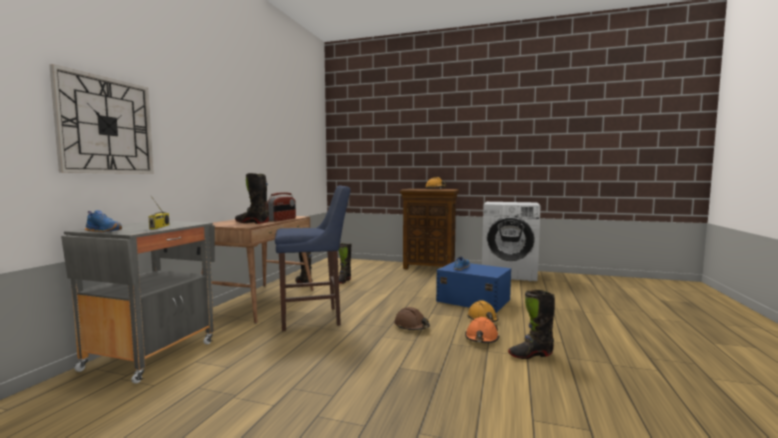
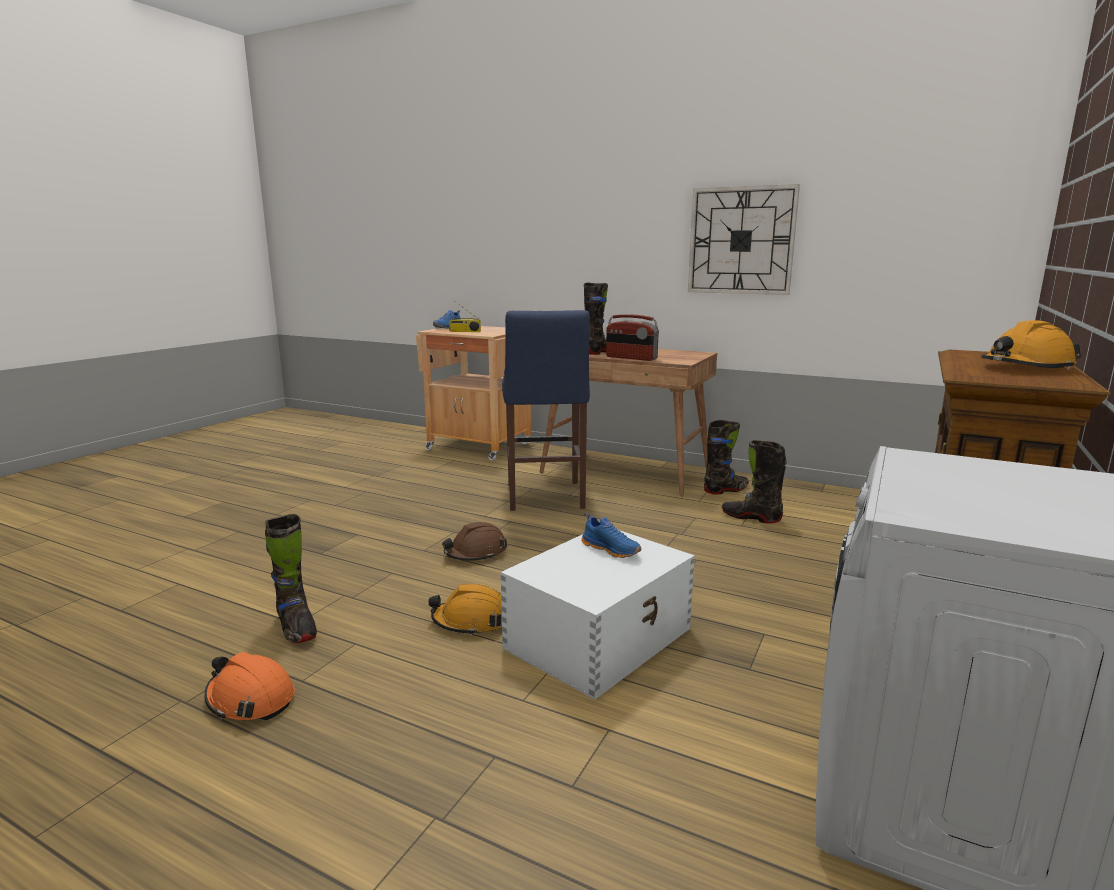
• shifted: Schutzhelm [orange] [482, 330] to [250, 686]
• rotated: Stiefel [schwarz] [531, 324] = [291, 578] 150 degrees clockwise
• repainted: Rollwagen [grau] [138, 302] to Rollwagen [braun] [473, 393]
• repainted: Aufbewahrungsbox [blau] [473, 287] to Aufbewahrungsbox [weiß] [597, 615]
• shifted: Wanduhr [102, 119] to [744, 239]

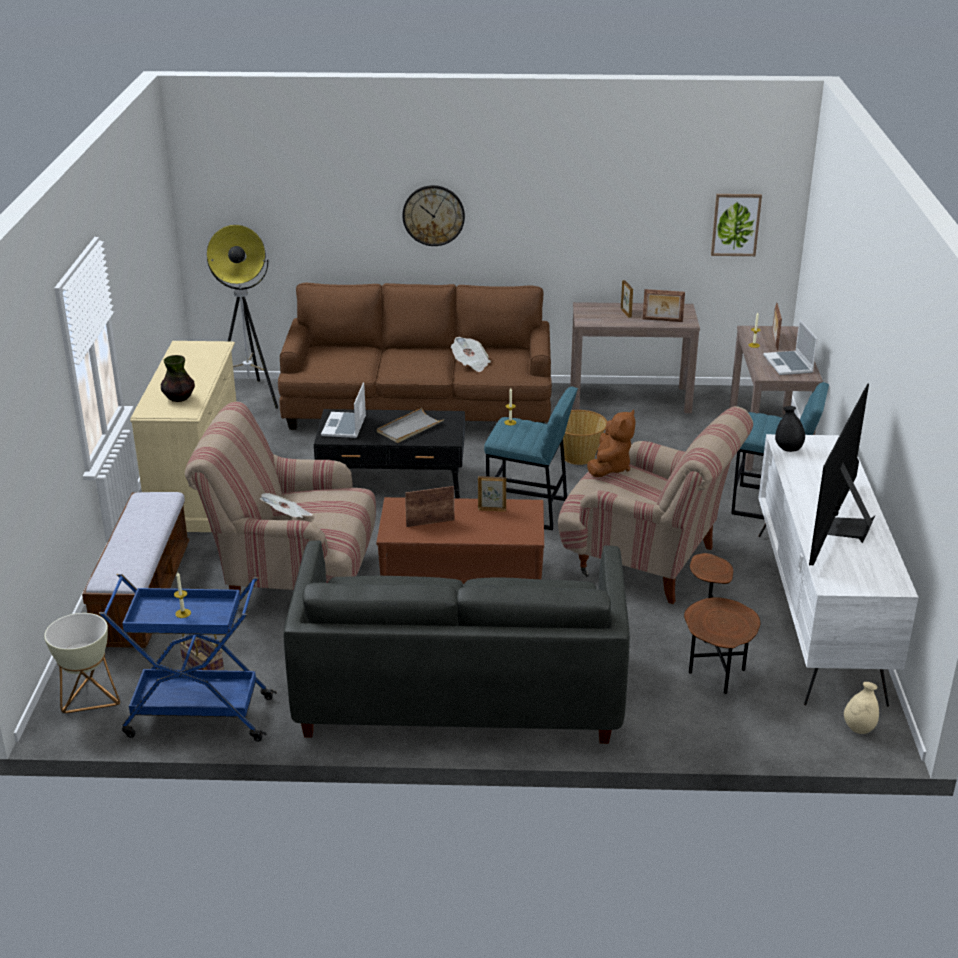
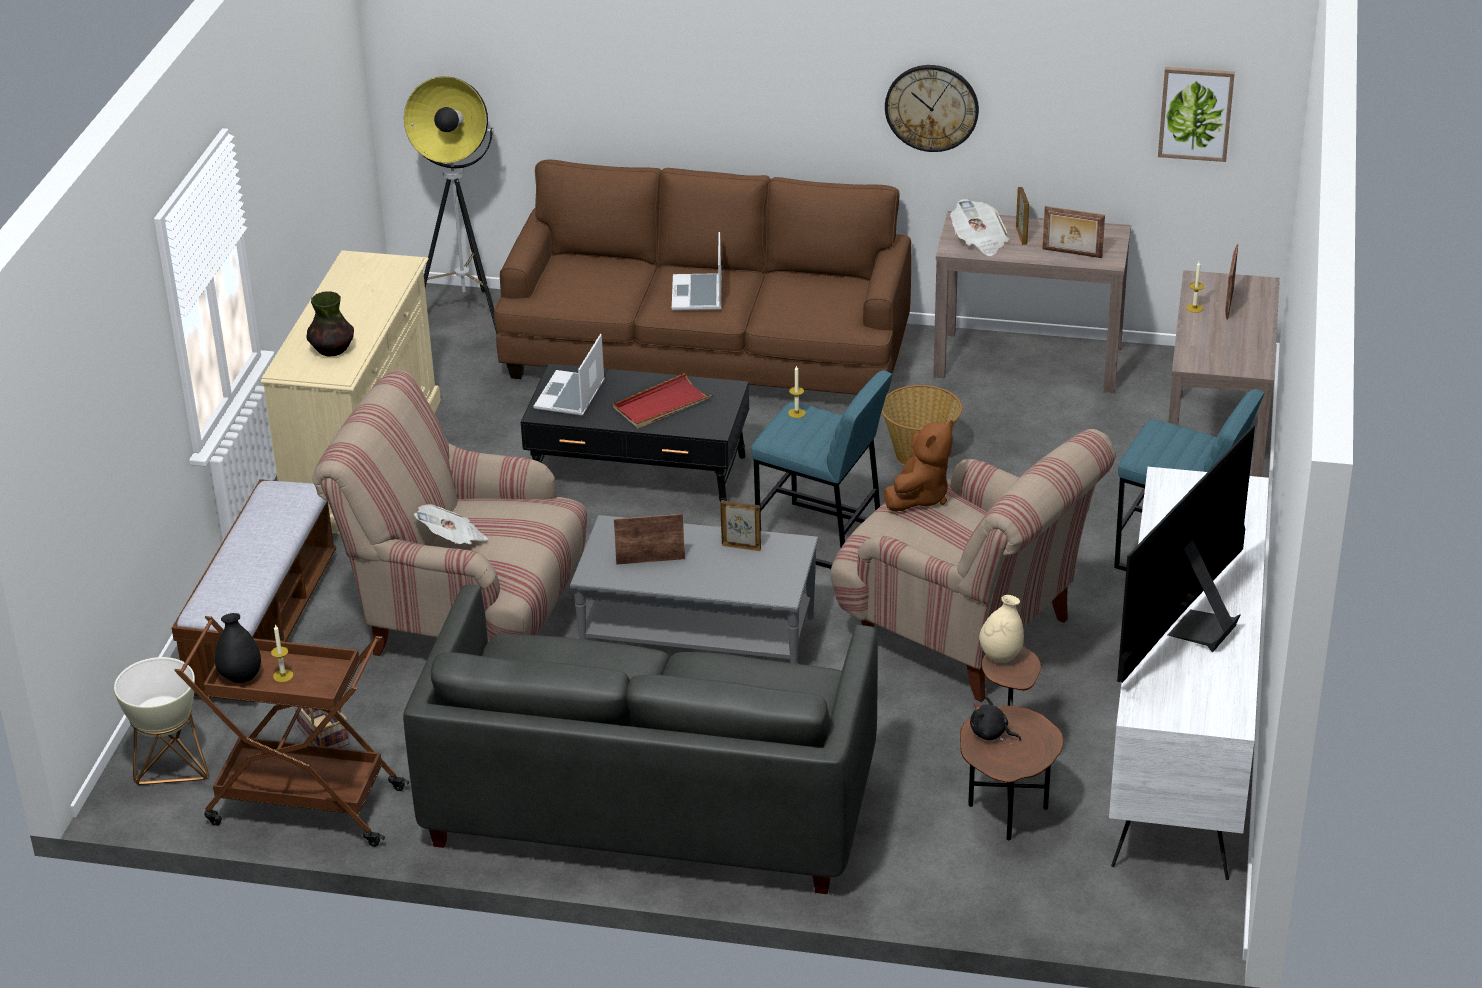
• repainted: Rollwagen [blau] [188, 658] to Rollwagen [braun] [292, 731]
• shifted: Vase [schwarz] [790, 429] to [238, 648]
• repainted: Couchtisch [braun] [460, 540] to Couchtisch [grau] [694, 589]
• repainted: Tablett [grau] [410, 425] to Tablett [rot] [663, 400]
• shifted: Laptop [790, 347] to [697, 271]
• shifted: Wanduhr [433, 215] to [932, 108]
• shifted: Zeitung [471, 354] to [979, 227]
• new: Plüschtier [schwarz] [995, 719]
• shifted: Vase [beige] [861, 708] to [1001, 629]

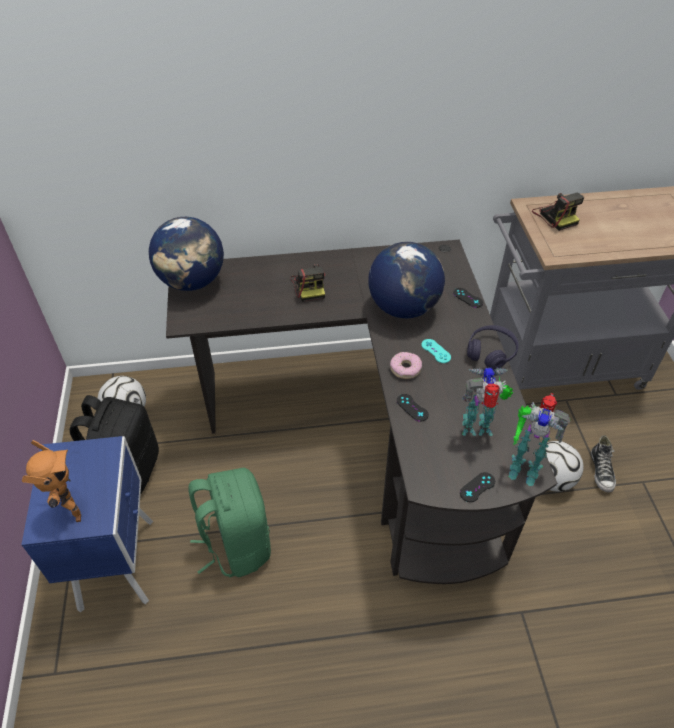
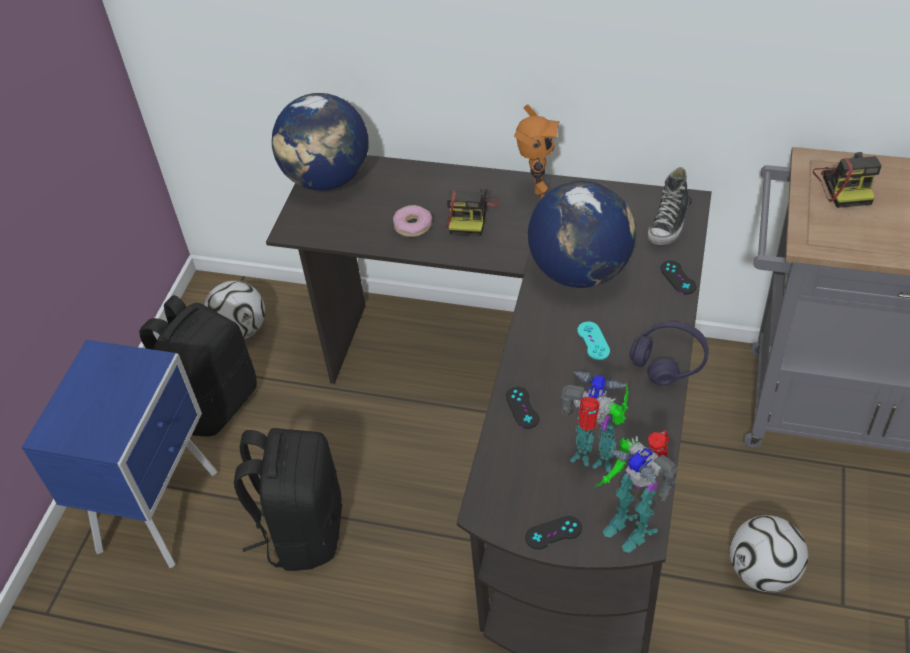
• repainted: Rucksack [grün] [229, 523] to Rucksack [schwarz] [288, 499]
• shifted: Donut [406, 365] to [412, 221]
• shifted: Spielzeugroboter [51, 481] to [536, 151]
• shifted: Schuh [603, 463] to [668, 206]

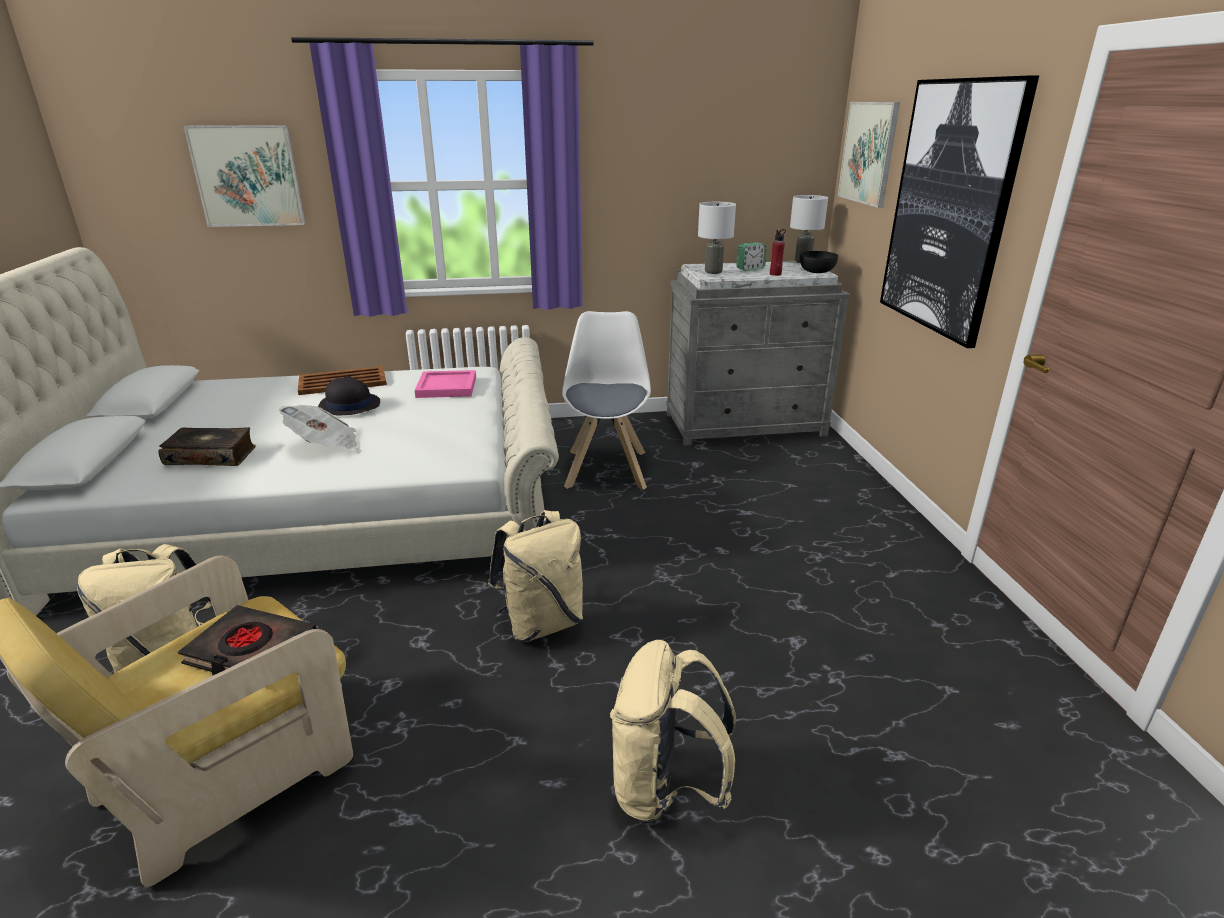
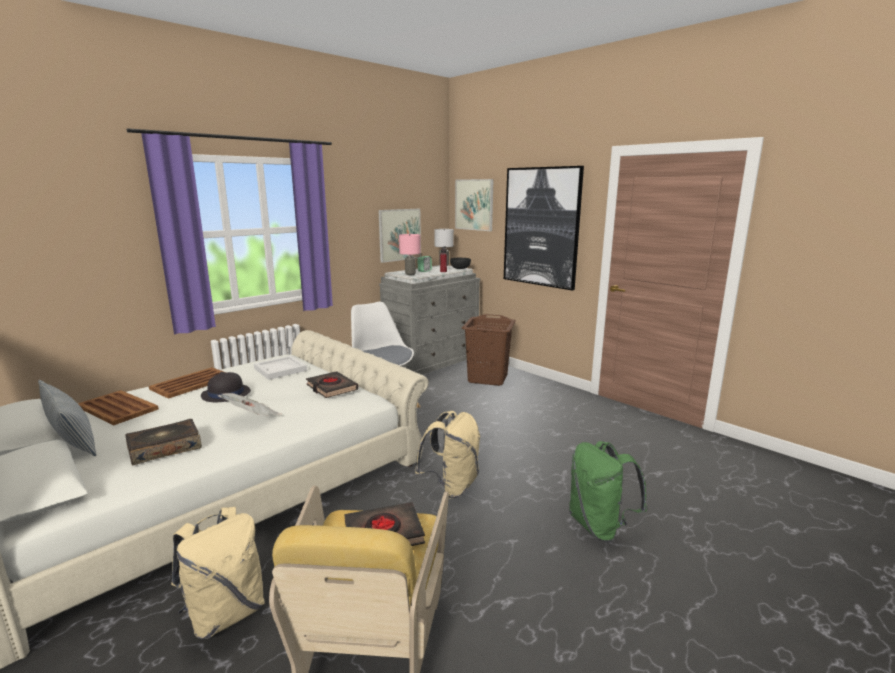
• new: Kissen [67, 418]
• new: Tablett [braun] [118, 407]
• repainted: Tablett [rosa] [445, 384] to Tablett [weiß] [280, 368]
• new: Buch [schwarz] [332, 384]
• shifted: Bild [244, 176] to [399, 236]
• repainted: Tischlampe [weiß] [717, 238] to Tischlampe [rosa] [410, 254]
• new: Wäschekorb [braun] [489, 350]
• repainted: Rucksack [beige] [673, 731] to Rucksack [grün] [608, 491]

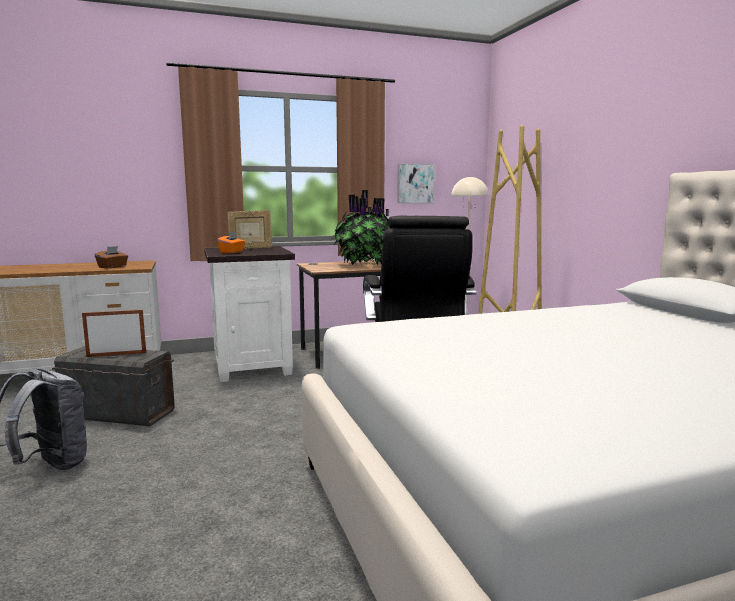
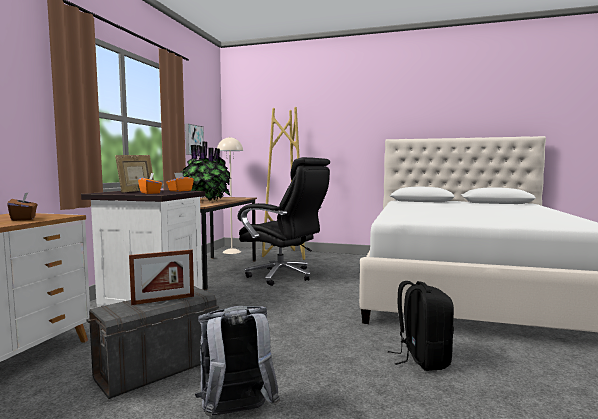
• rotated: Bilderrahmen [114, 333] = [161, 277] 135 degrees counterclockwise
• new: Taschentuchbox [orange] [180, 182]
• new: Rucksack [schwarz] [421, 326]

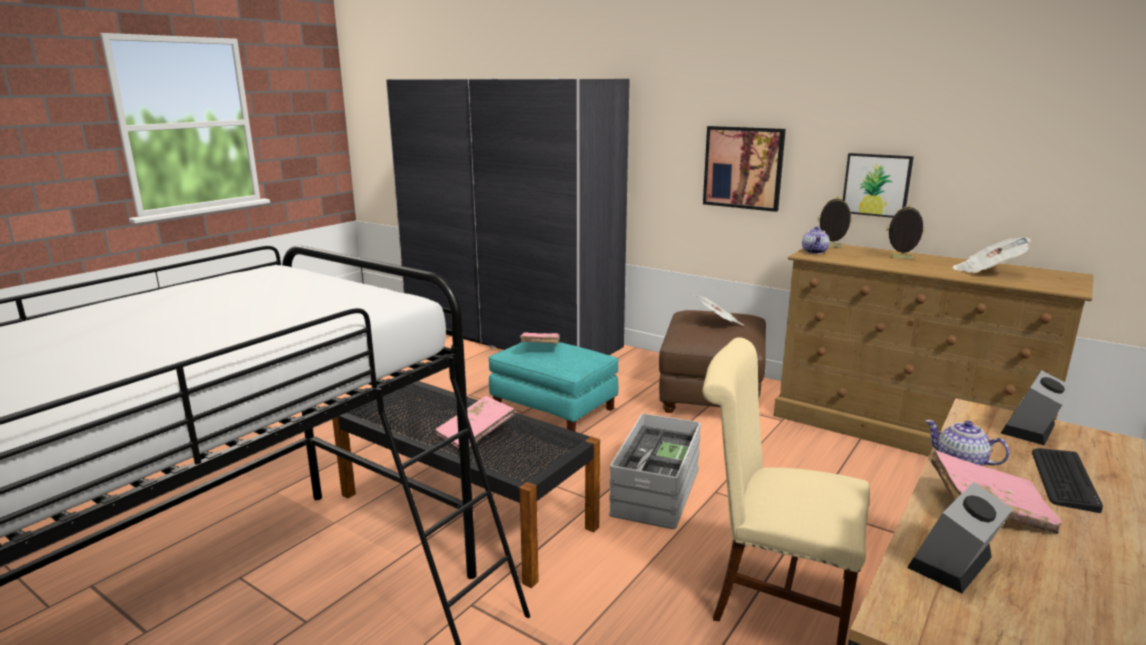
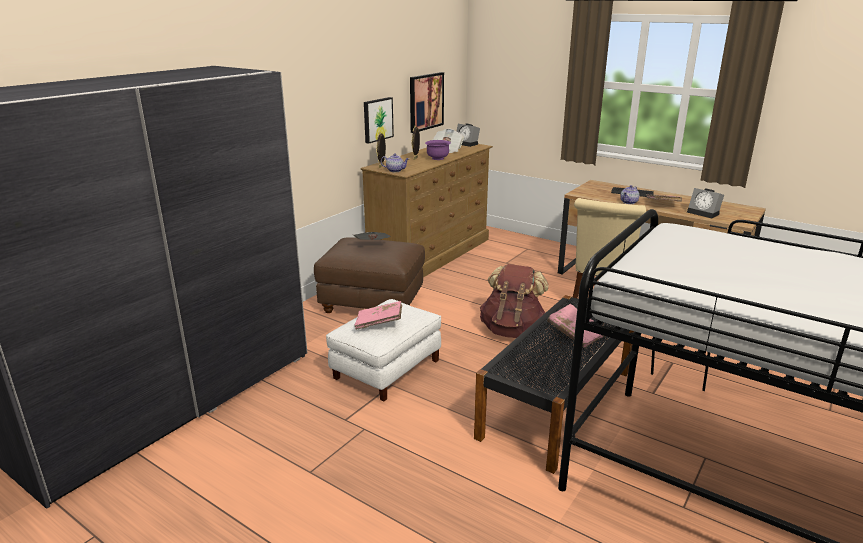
• repainted: Polsterhocker [türkis] [553, 387] to Polsterhocker [weiß] [383, 350]
• shifted: Bild [744, 169] to [427, 102]
• new: Schüssel [lila] [438, 150]
• shifted: Wecker [1036, 407] to [468, 135]
• swapped: Aufbewahrungsbox [grau] [655, 471] to Rucksack [braun] [514, 301]

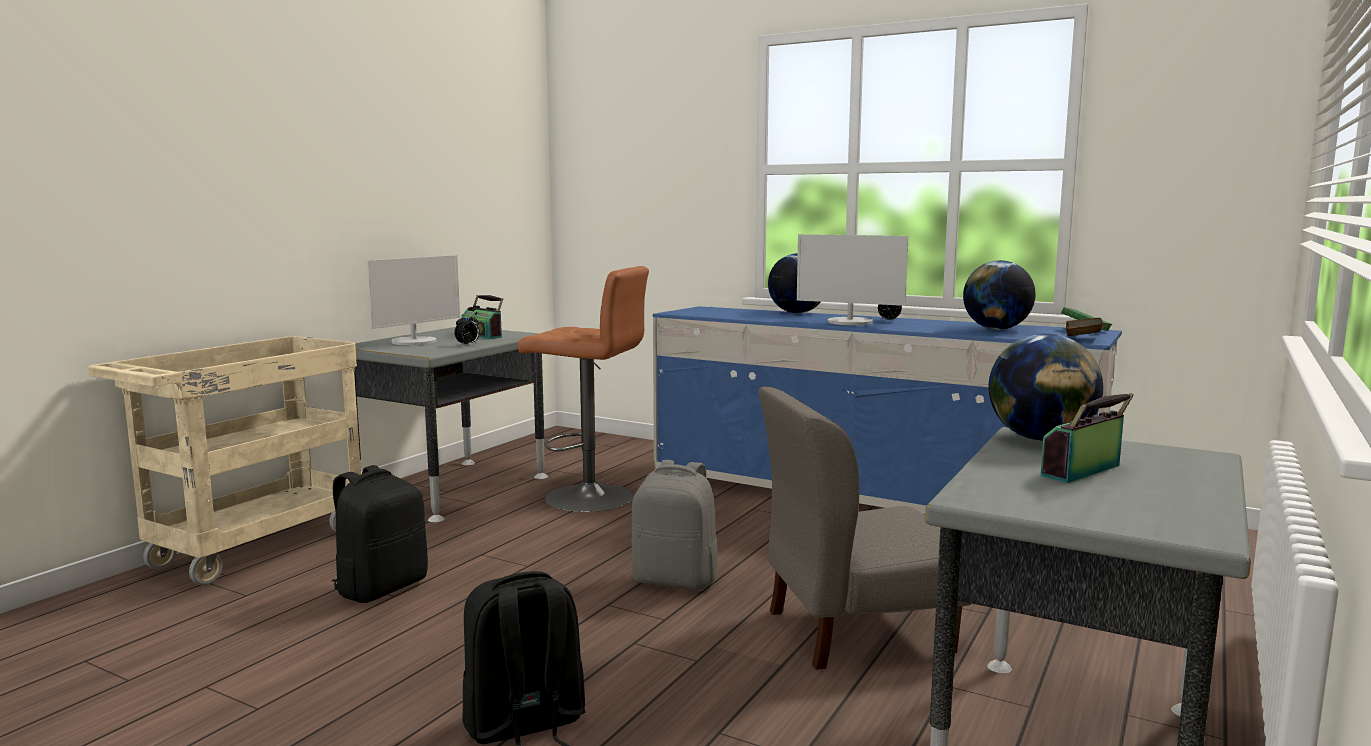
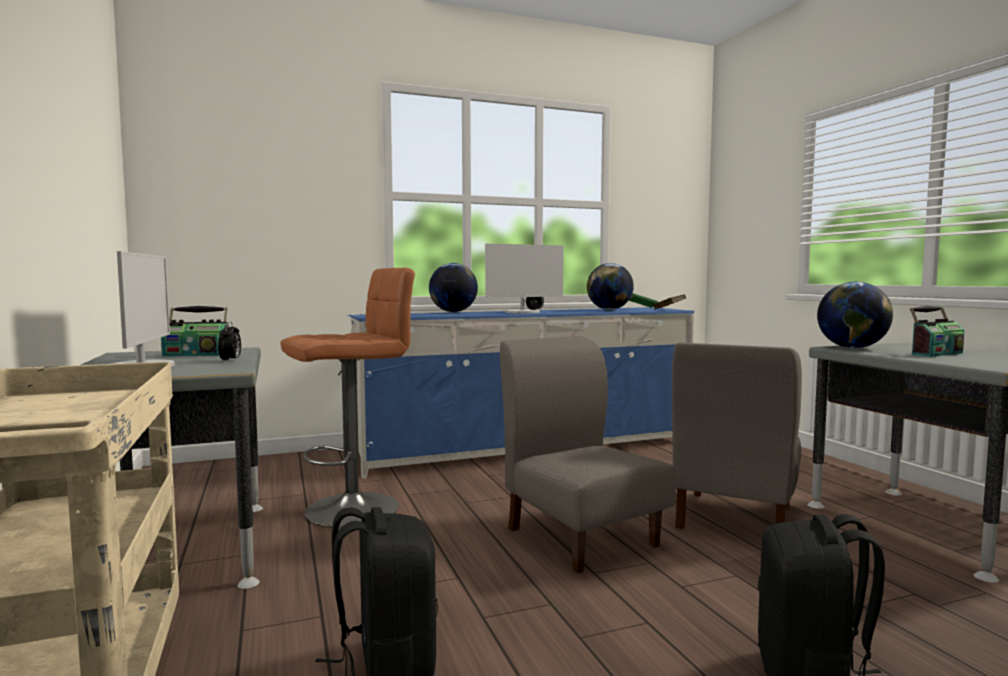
• swapped: Rucksack [grau] [674, 525] to Stuhl [grau] [588, 454]
• rotated: Radio [1087, 438] = [937, 331] 120 degrees counterclockwise

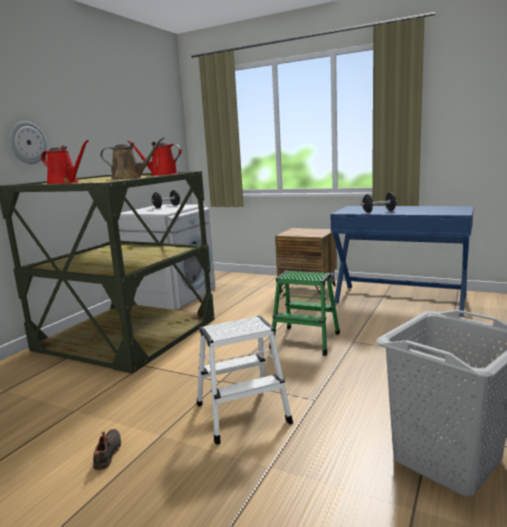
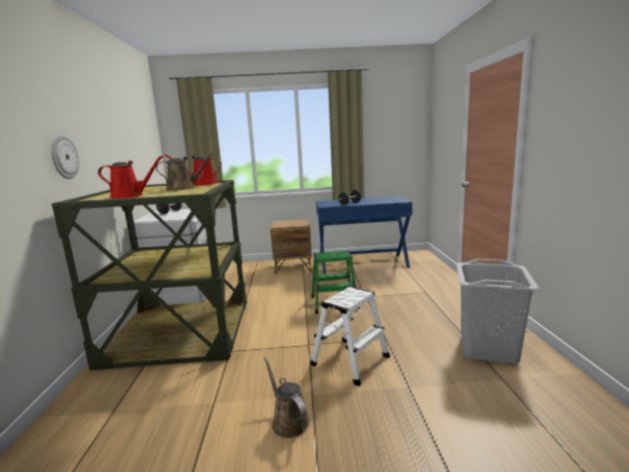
• swapped: Schuh [schwarz] [107, 449] to Gießkanne [braun] [286, 397]

